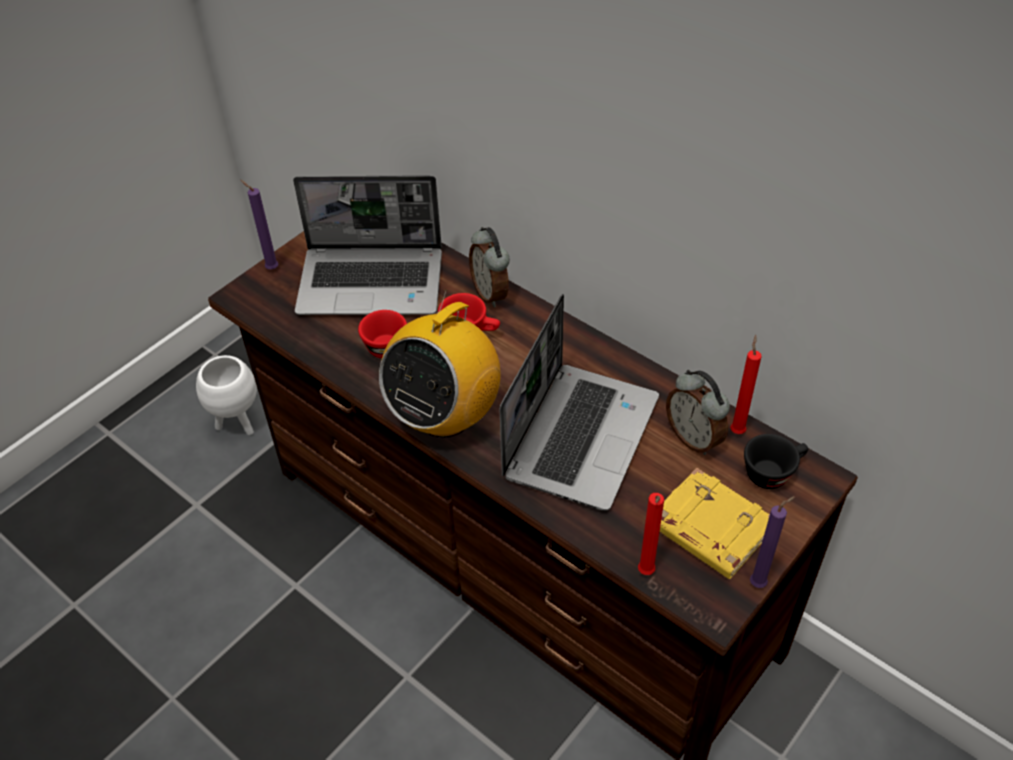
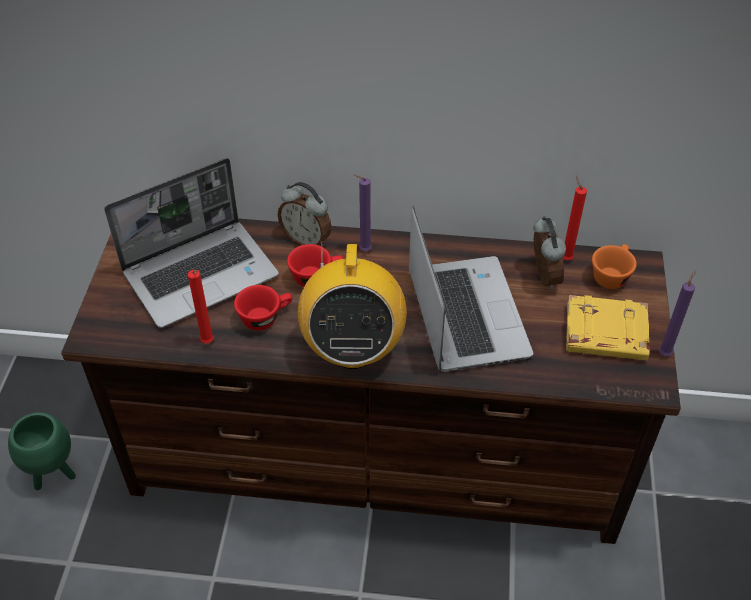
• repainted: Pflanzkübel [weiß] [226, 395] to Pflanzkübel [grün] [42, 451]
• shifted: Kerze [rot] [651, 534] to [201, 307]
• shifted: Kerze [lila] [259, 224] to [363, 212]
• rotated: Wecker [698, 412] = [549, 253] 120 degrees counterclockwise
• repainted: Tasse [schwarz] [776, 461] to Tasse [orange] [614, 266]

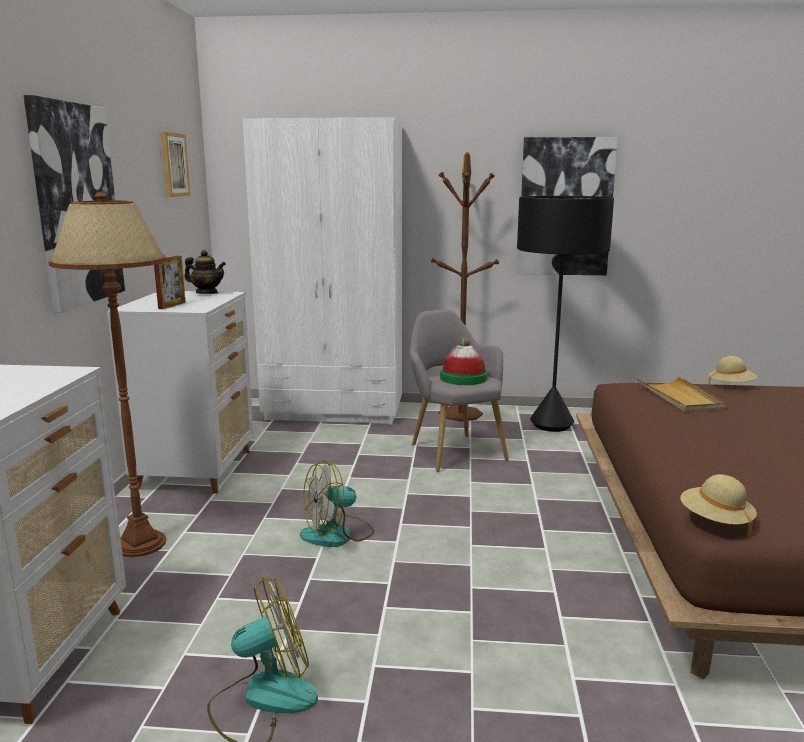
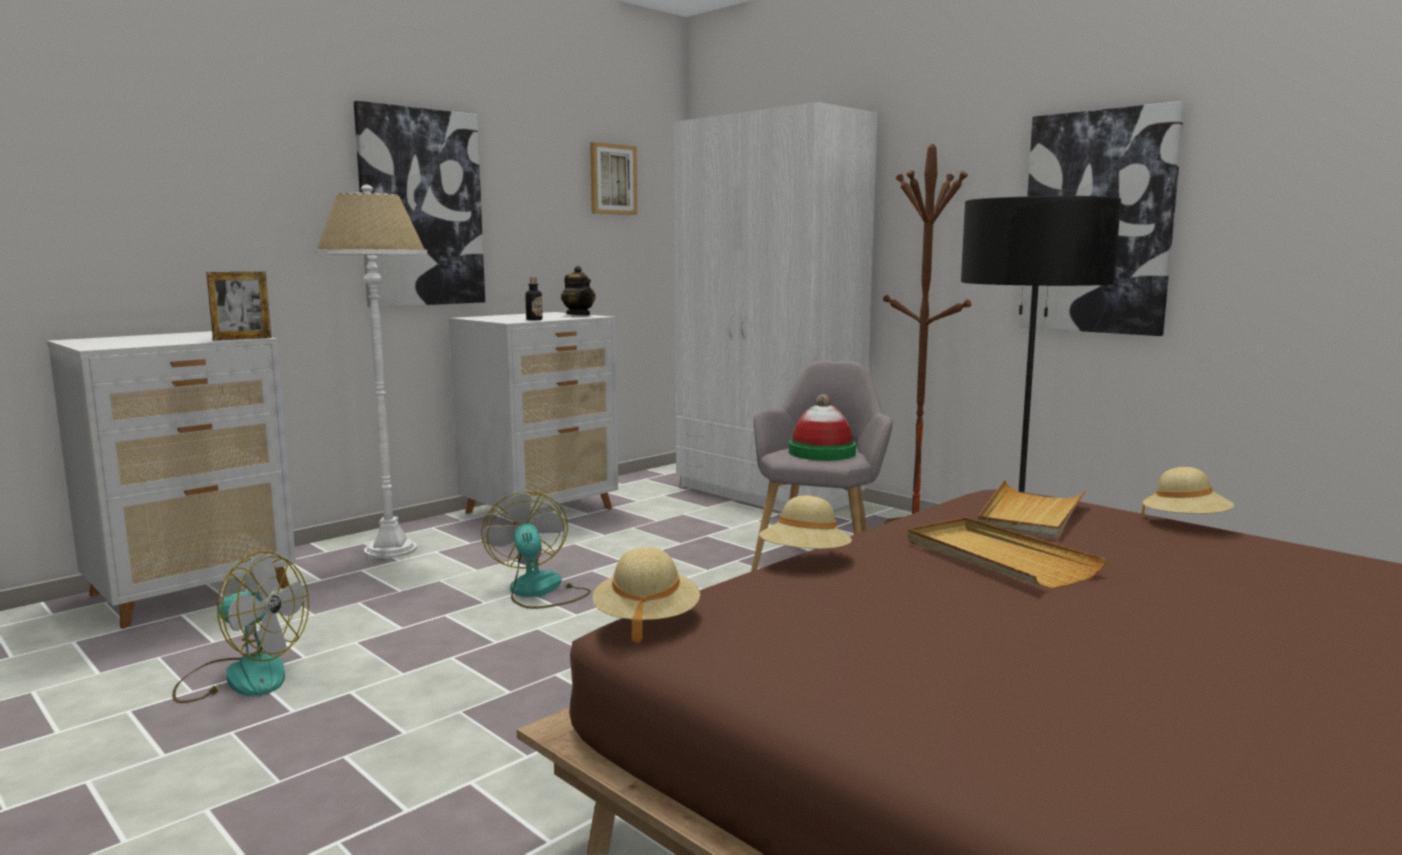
• shifted: Bilderrahmen [170, 282] to [238, 305]
• repainted: Stehlampe [braun] [107, 374] to Stehlampe [weiß] [370, 371]
• rotated: Ventilator [337, 503] = [536, 550] 60 degrees clockwise
• new: Flasche [534, 299]
• new: Hut [beige] [805, 522]
• new: Tablett [beige] [1007, 553]

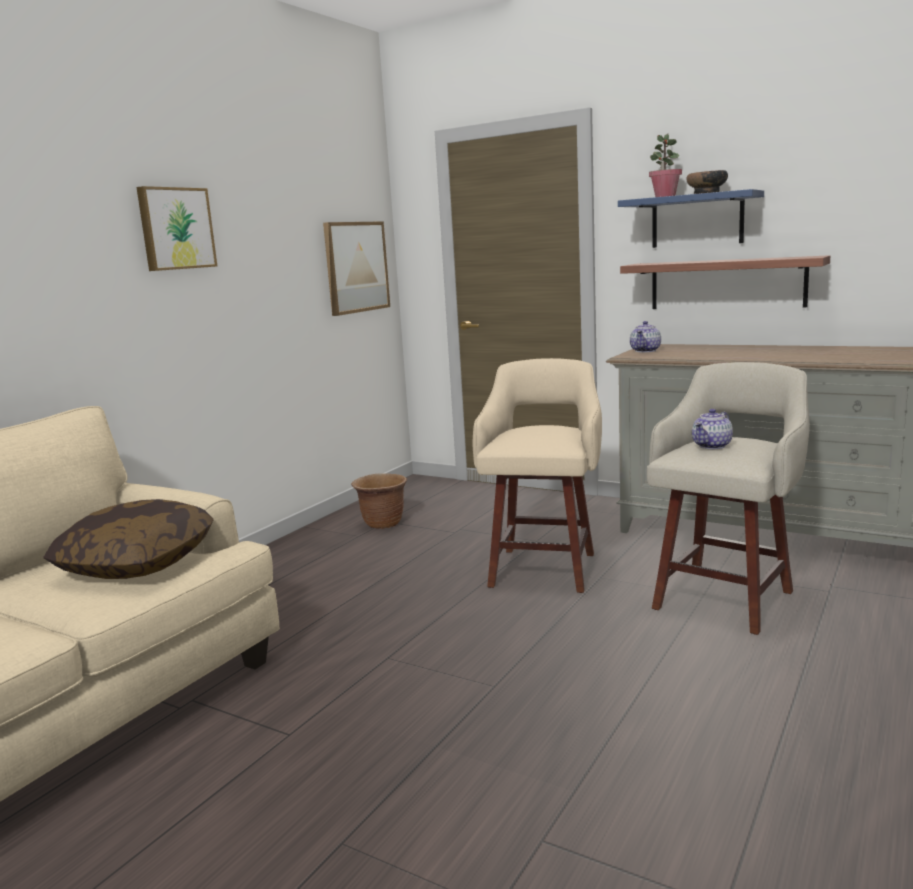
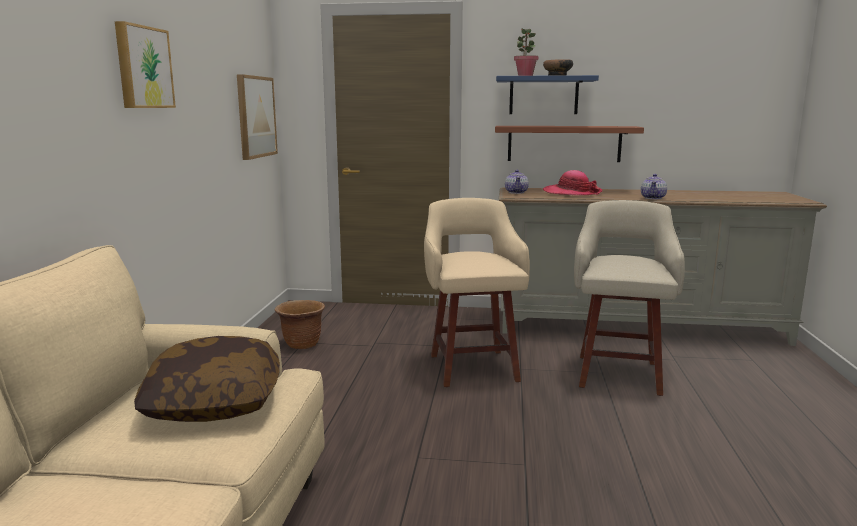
• new: Hut [572, 182]
• shifted: Teekanne [712, 429] to [654, 186]

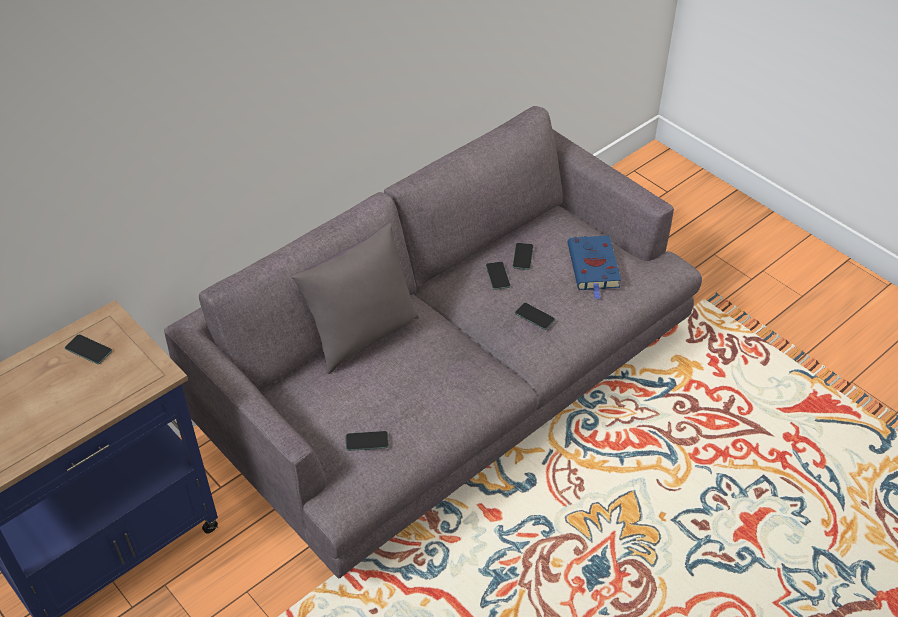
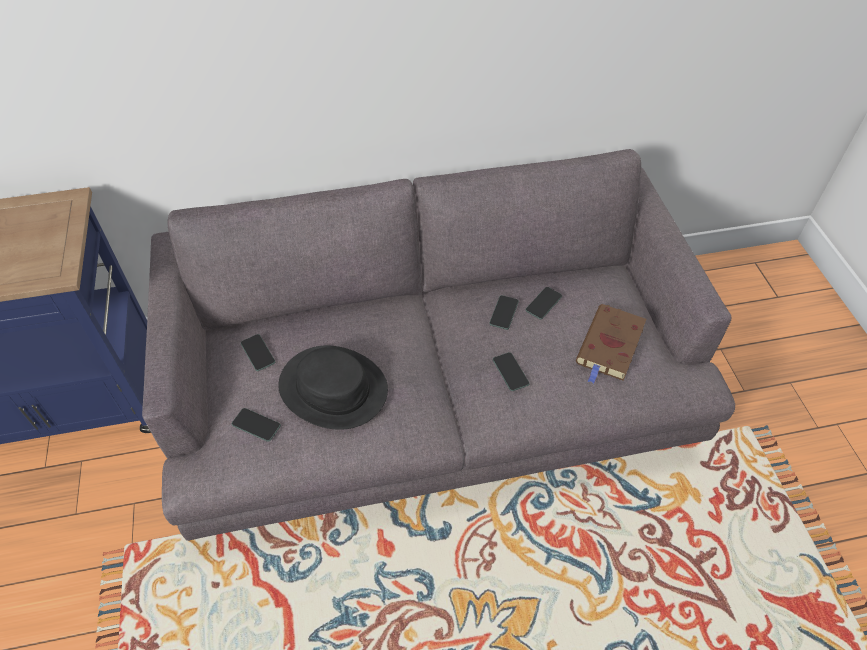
• shifted: Handy [88, 349] to [258, 352]
• new: Hut [schwarz] [333, 387]
• repainted: Buch [blau] [594, 267] to Buch [braun] [611, 344]
• gone: Kissen [grau] [355, 298]

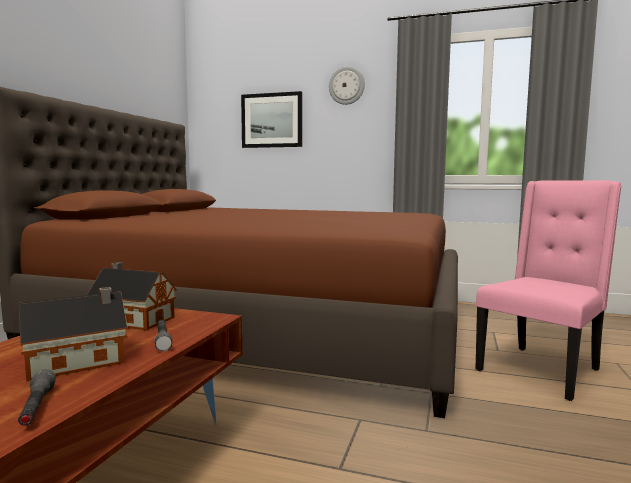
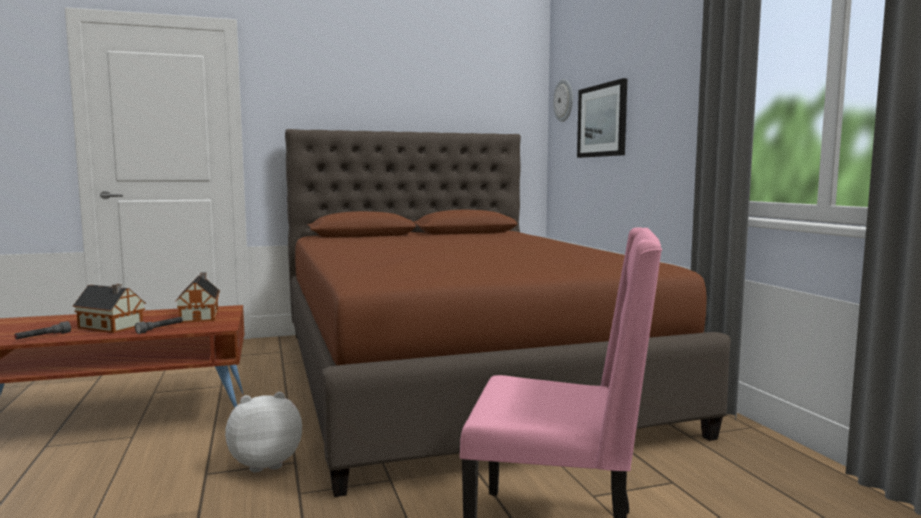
• new: Plüschtier [263, 432]
• shifted: Wanduhr [347, 85] to [563, 100]

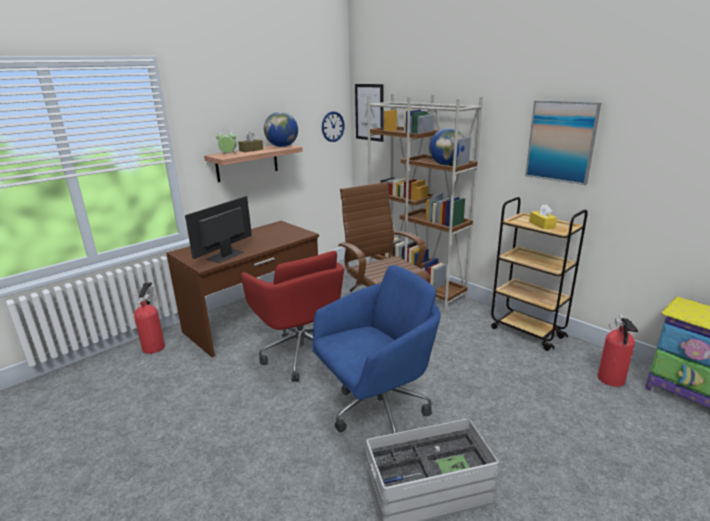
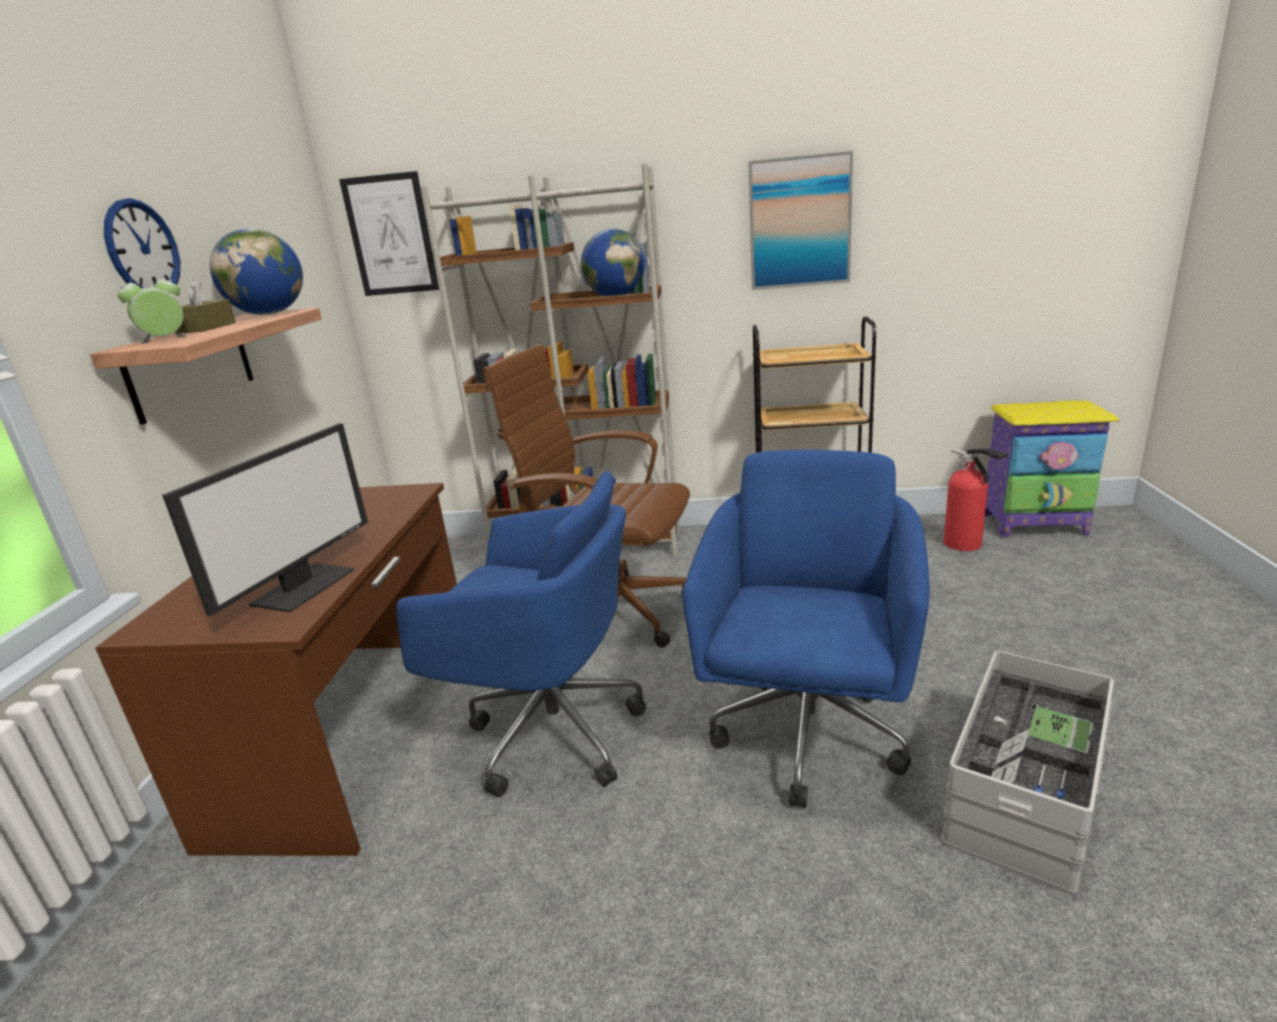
• shifted: Wanduhr [333, 126] to [142, 243]
• rotated: Monitor [218, 229] = [265, 519] 150 degrees counterclockwise
• repainted: Bürostuhl [rot] [292, 316] to Bürostuhl [blau] [521, 634]
• gone: Feuerlöscher [149, 318]
• gone: Taschentuchbox [gelb] [543, 216]

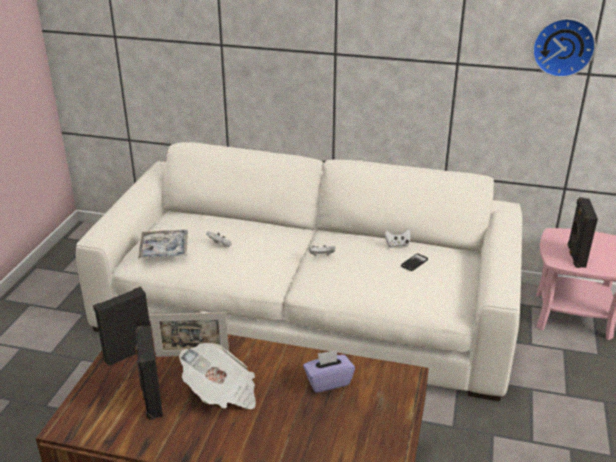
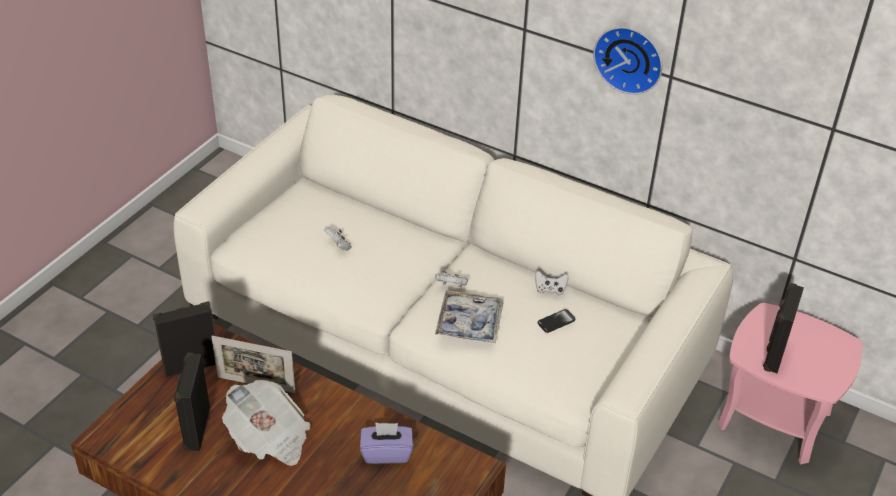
• shifted: Tablett [163, 244] to [469, 316]
• shifted: Wanduhr [564, 48] to [627, 61]

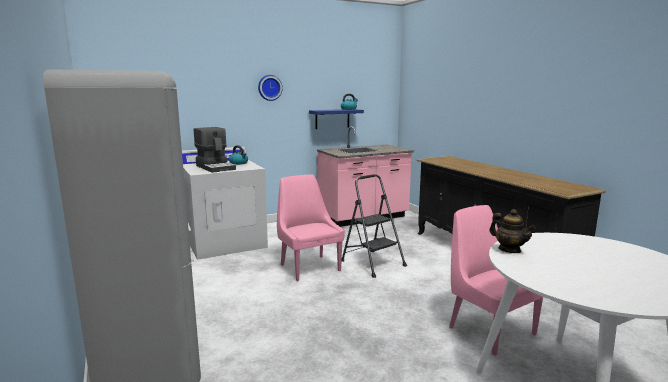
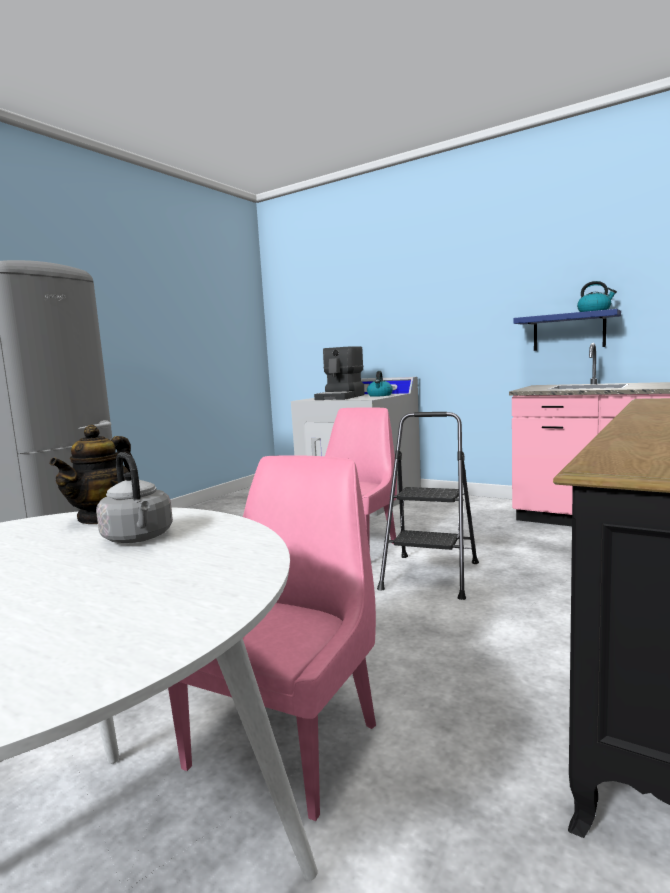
• new: Wasserkessel [grau] [134, 497]
• gone: Wanduhr [270, 88]

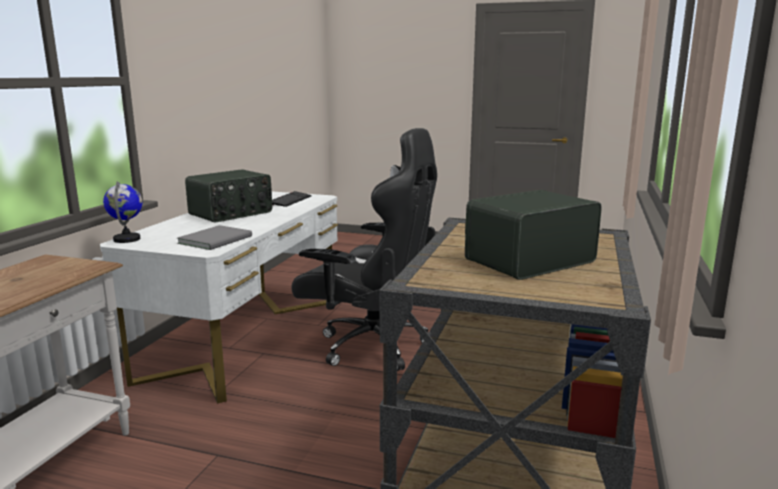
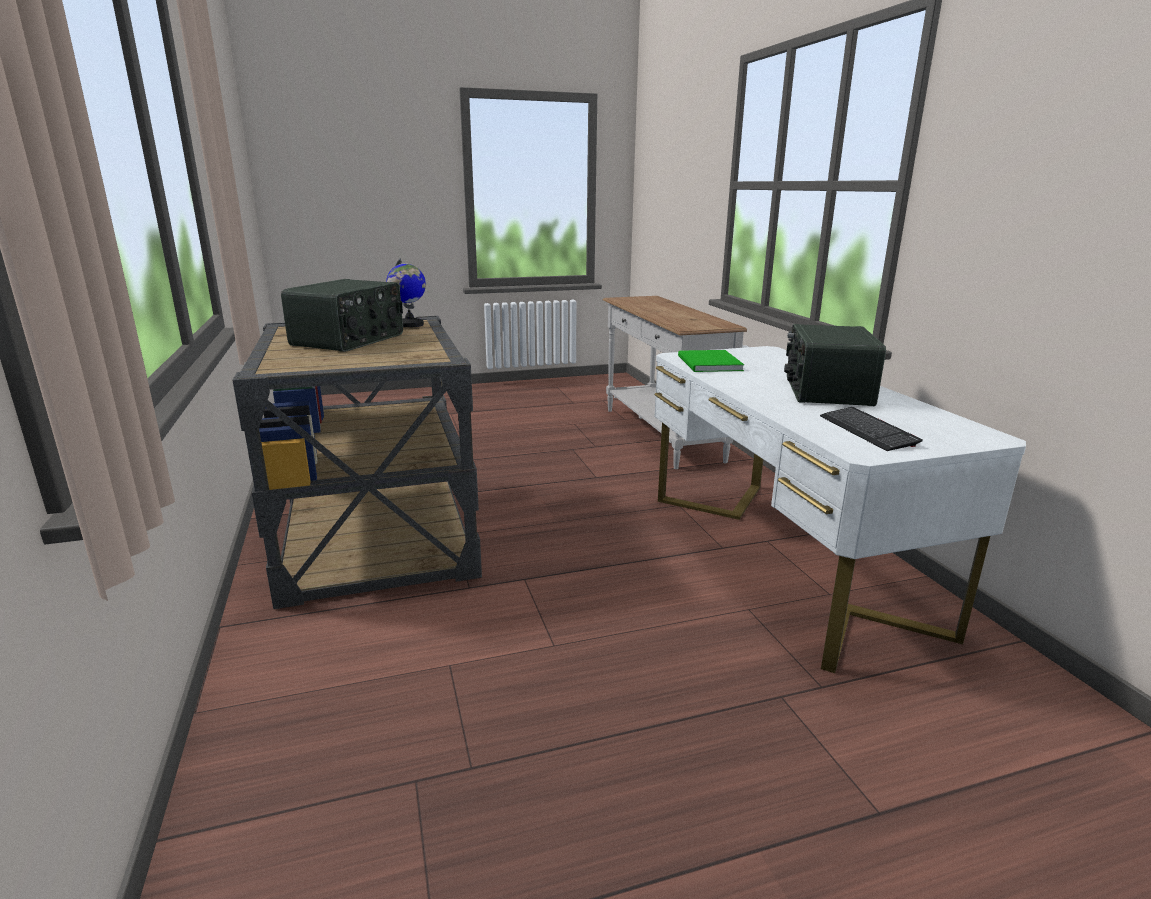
• shifted: Globus [123, 212] to [406, 293]
• repainted: Buch [grau] [214, 237] to Buch [grün] [711, 361]
• gone: Bürostuhl [schwarz] [364, 249]

